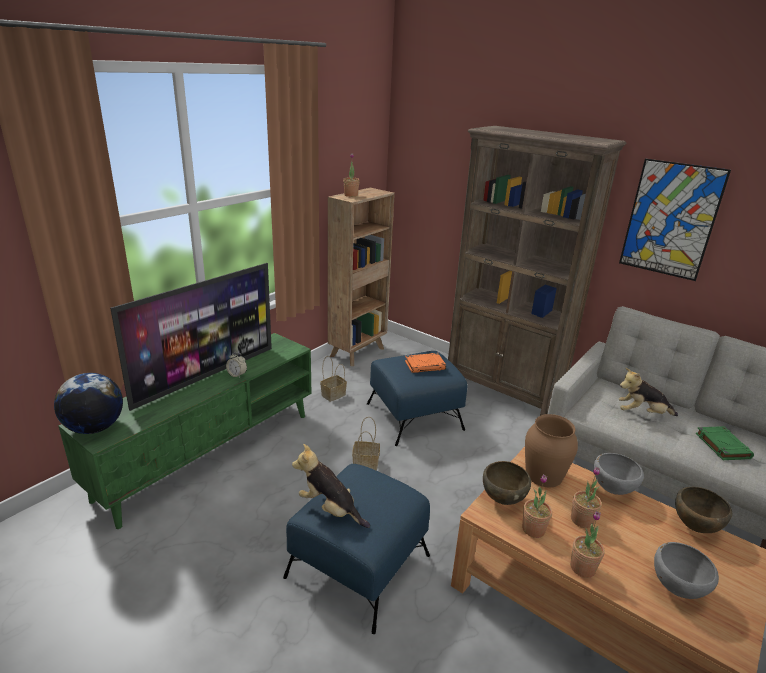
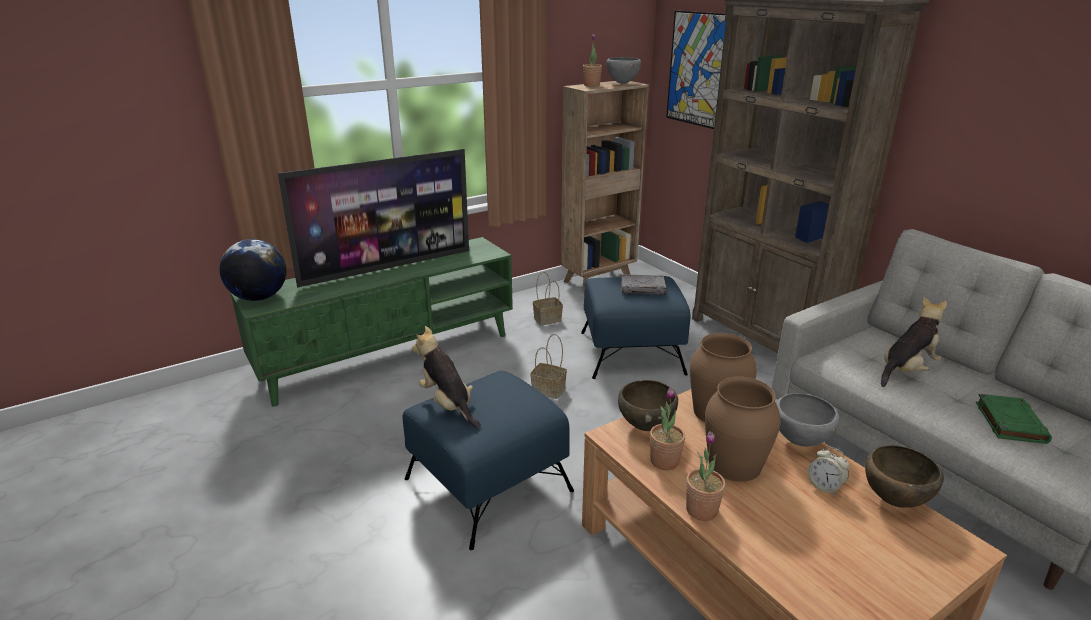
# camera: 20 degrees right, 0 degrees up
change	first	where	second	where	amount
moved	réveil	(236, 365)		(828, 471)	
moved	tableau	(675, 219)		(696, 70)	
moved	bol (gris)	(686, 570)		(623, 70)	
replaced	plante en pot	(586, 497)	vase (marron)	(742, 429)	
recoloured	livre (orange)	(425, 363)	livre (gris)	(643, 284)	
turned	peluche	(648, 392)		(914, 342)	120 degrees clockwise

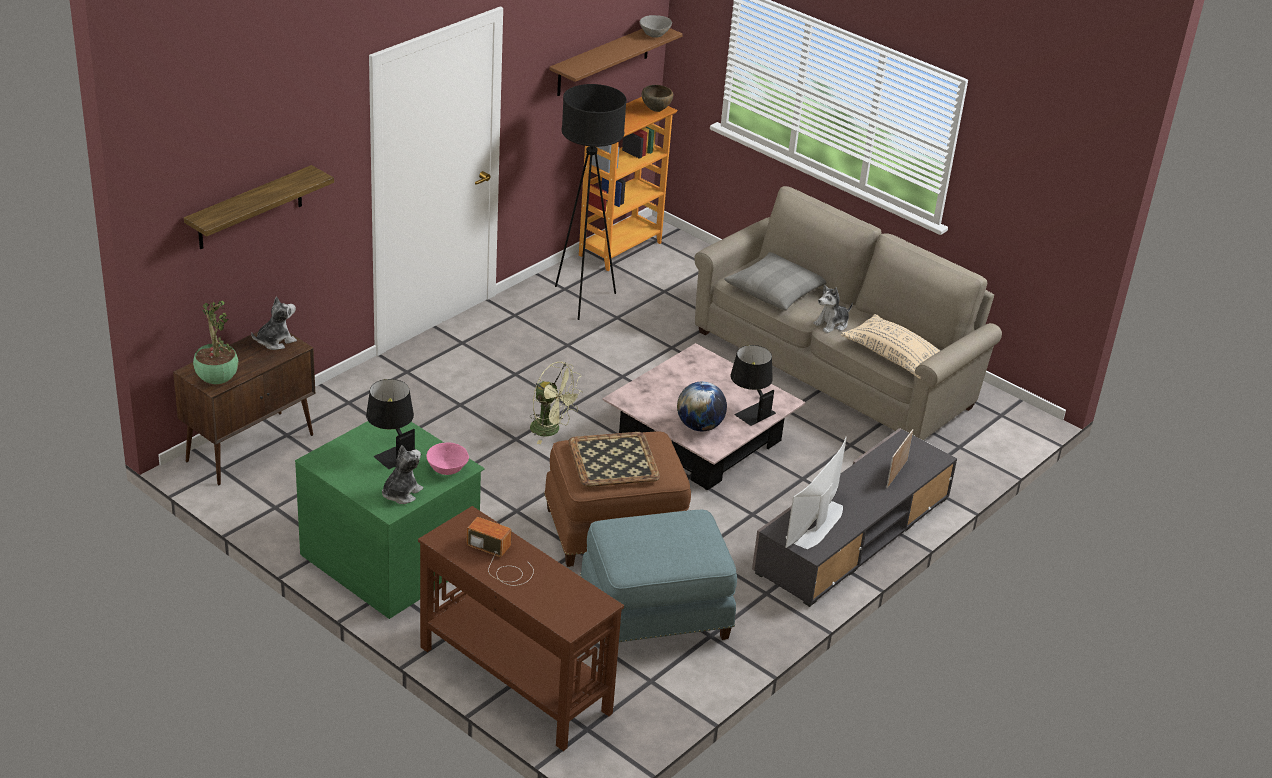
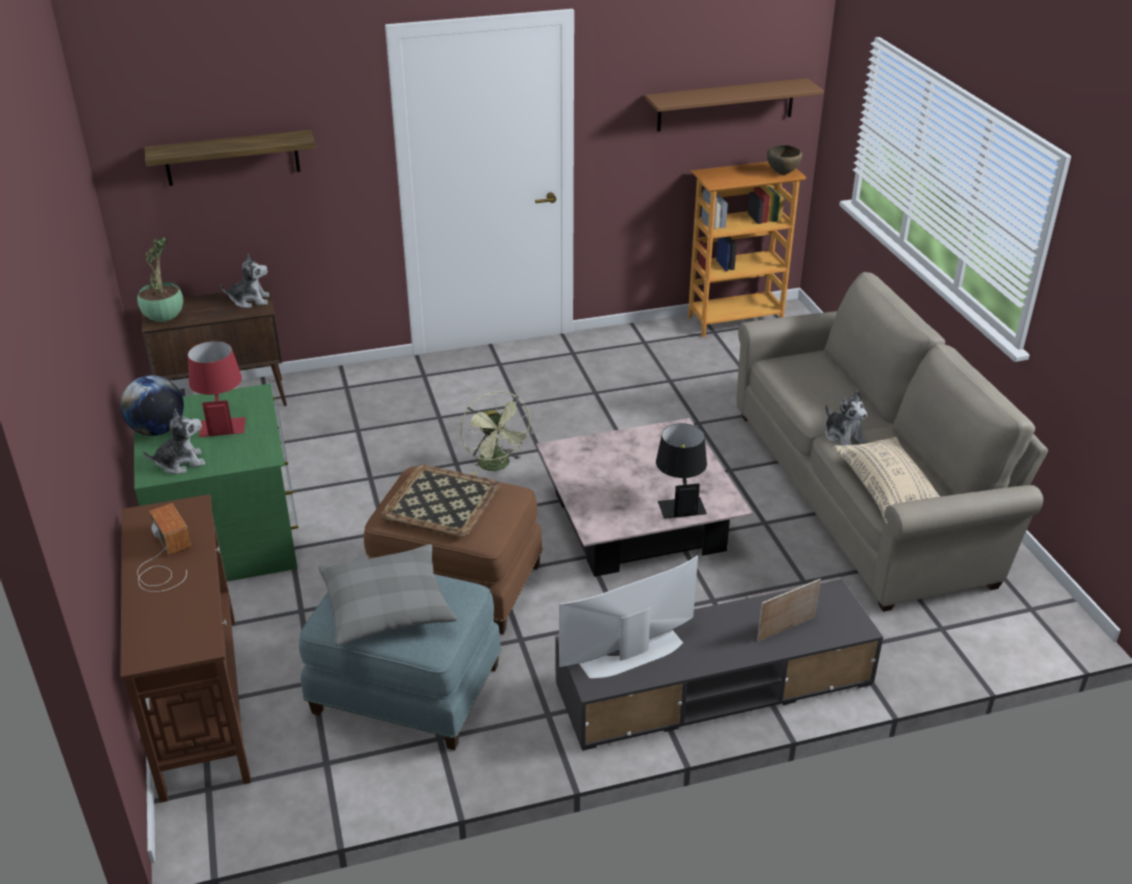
# camera: 35 degrees right, 0 degrees up
change	first	where	second	where	amount
removed	bol (rose)	(447, 458)			
removed	lampadaire (noir)	(591, 202)			
removed	bol (gris)	(656, 26)			
moved	globe	(702, 406)		(152, 405)	
moved	coussin (gris)	(775, 281)		(387, 595)	
recoloured	lampe de table (noir)	(394, 424)	lampe de table (rouge)	(217, 389)	
turned	peluche	(833, 309)		(846, 418)	120 degrees counterclockwise

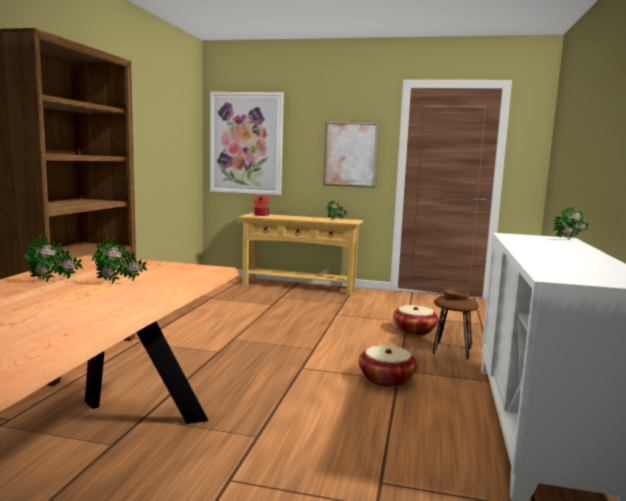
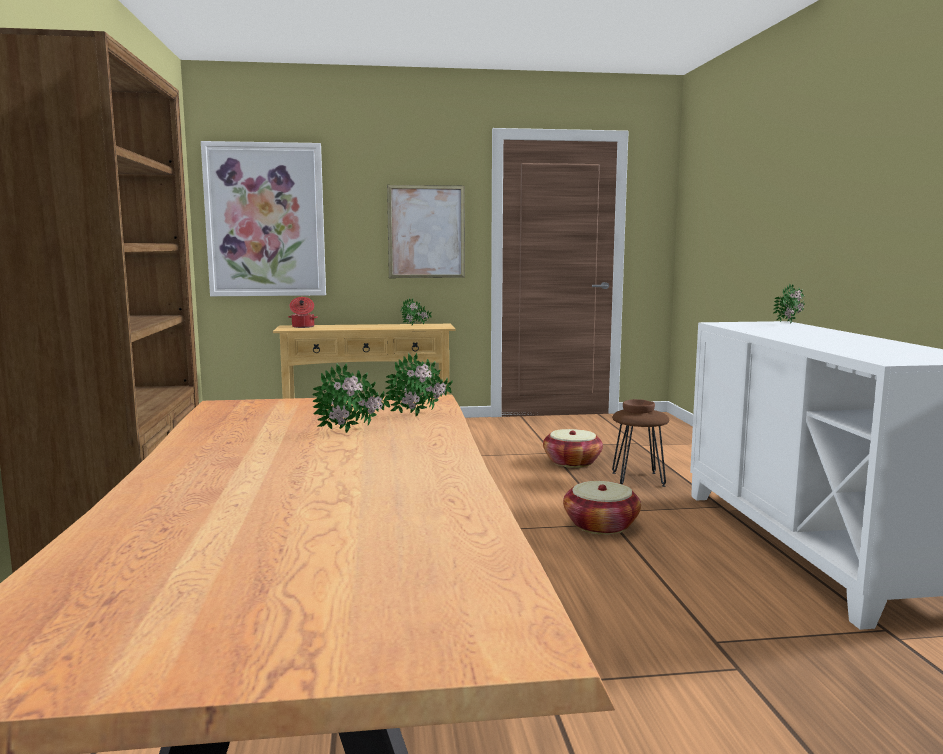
# camera: 20 degrees left, 0 degrees up
change	first	where	second	where	amount
moved	plante en pot	(53, 259)		(419, 384)	

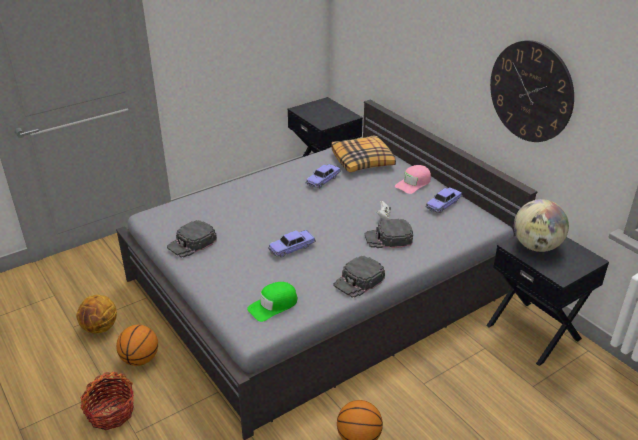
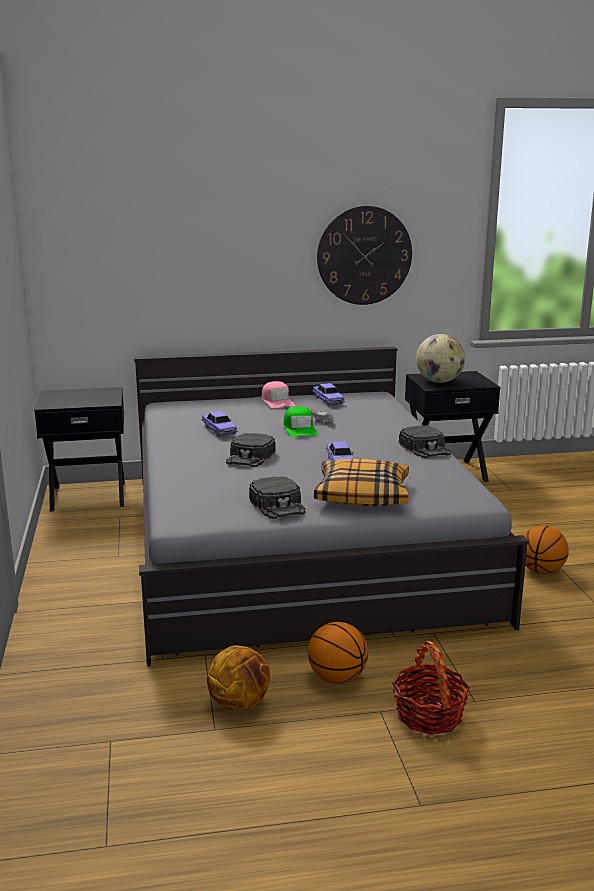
# camera: 65 degrees left, 15 degrees down
change	first	where	second	where	amount
moved	casquette (vert)	(272, 302)		(301, 421)	
moved	coussin	(363, 153)		(361, 482)	
moved	casquette (noir)	(388, 233)		(250, 450)	

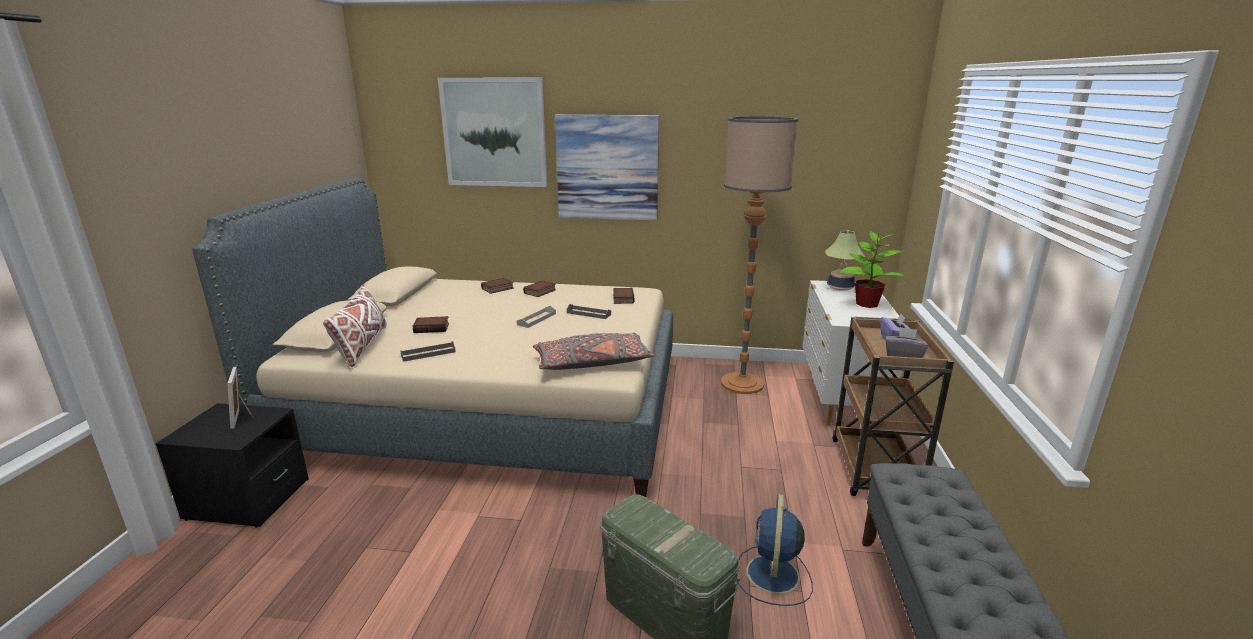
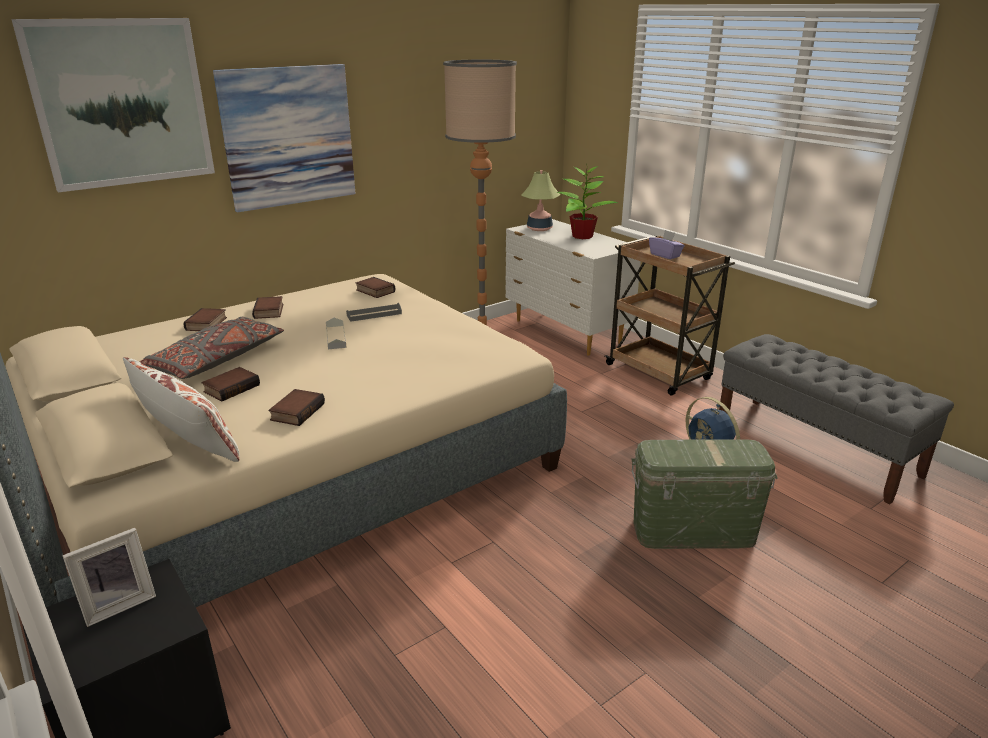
# camera: 45 degrees left, 5 degrees up
change	first	where	second	where	amount
removed	boîte à mouchoirs (gris)	(907, 342)			
moved	coussin (gris)	(593, 351)		(212, 348)	
replaced	plateau (gris)	(428, 351)	livre	(297, 407)	
turned	cadre photo	(240, 398)		(109, 577)	60 degrees counterclockwise

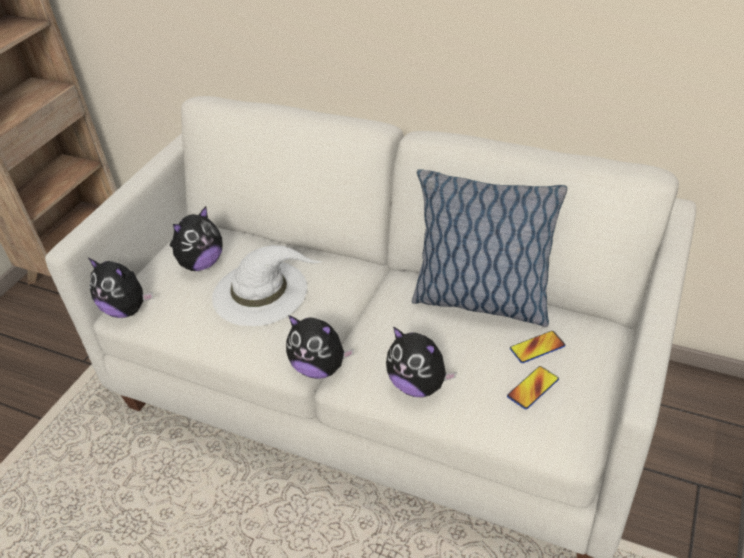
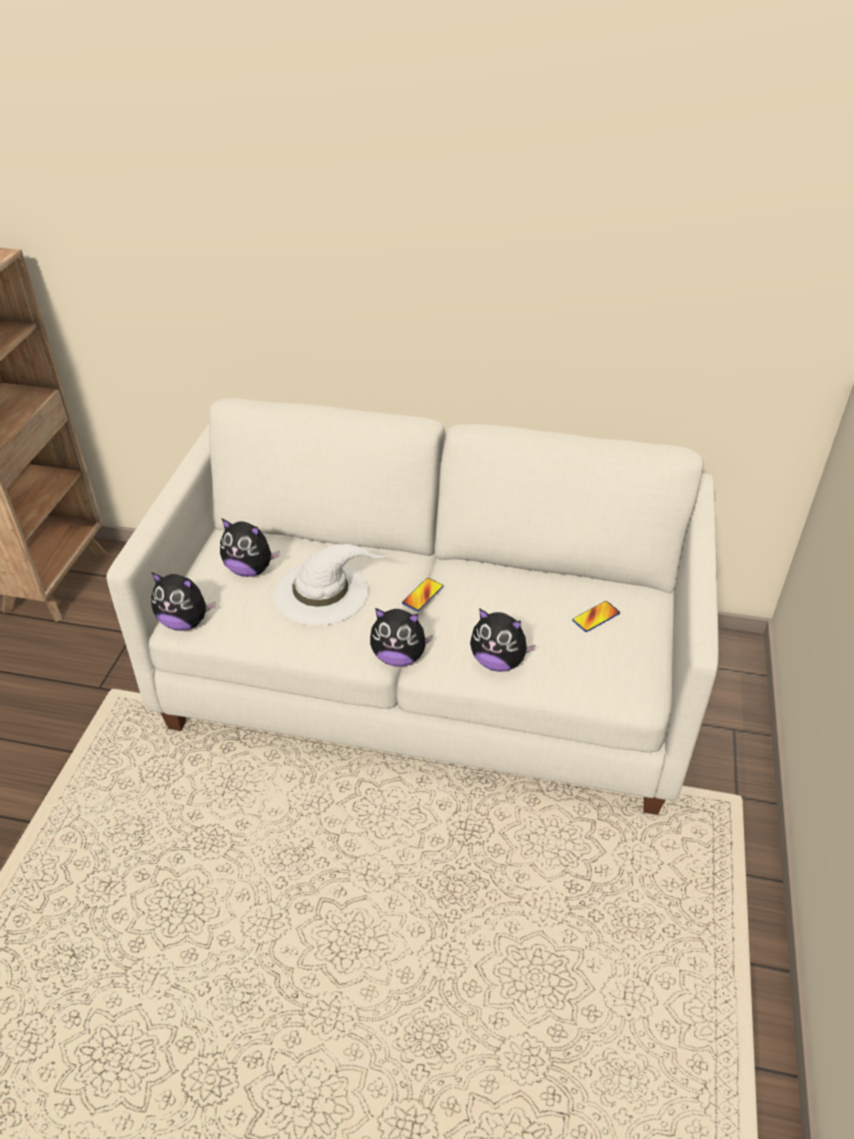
# camera: 15 degrees left, 0 degrees up
change	first	where	second	where	amount
removed	coussin	(489, 248)			
moved	téléphone	(533, 387)		(422, 594)	
turned	peluche	(196, 238)		(250, 548)	75 degrees clockwise

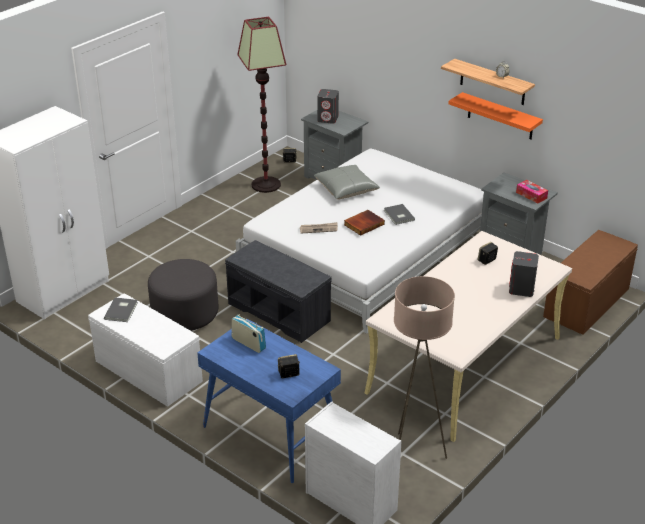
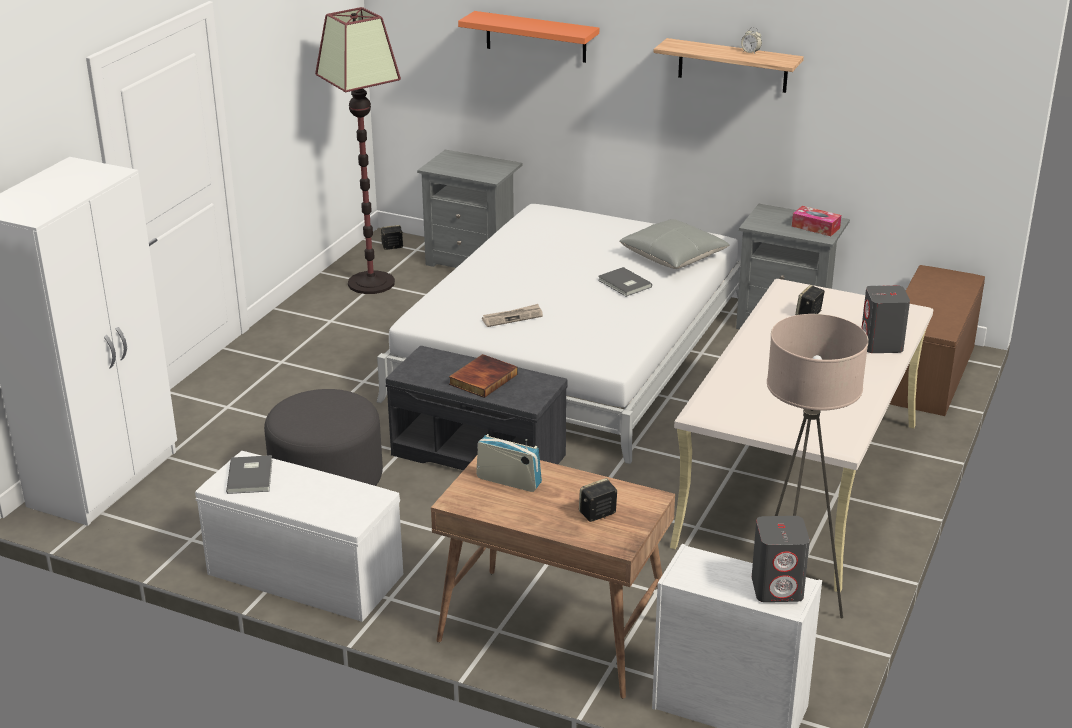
# camera: 15 degrees left, 5 degrees down
change	first	where	second	where	amount
moved	coussin (gris)	(347, 182)		(674, 244)	
moved	enceinte (gris)	(328, 106)		(781, 559)	
moved	livre	(364, 223)		(483, 376)	
moved	étagère (orange)	(495, 115)		(528, 37)	
recoloured	bureau (bleu)	(269, 400)	bureau (marron)	(553, 577)	

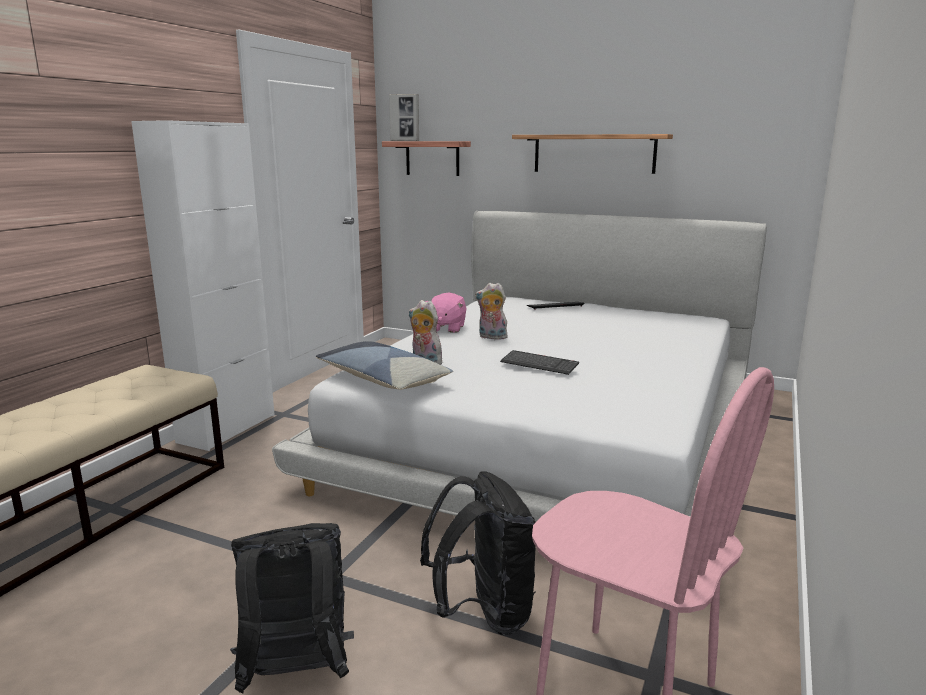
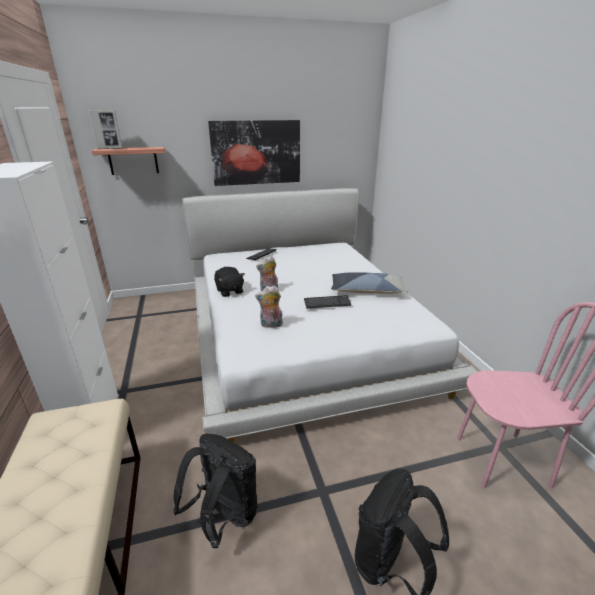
# camera: 40 degrees left, 10 degrees up
change	first	where	second	where	amount
moved	coussin	(384, 365)		(369, 283)	
moved	sac à dos (noir)	(478, 553)		(215, 491)	
replaced	étagère	(592, 154)	tableau	(254, 153)	
recoloured	peluche (rose)	(445, 312)	peluche (noir)	(229, 282)	

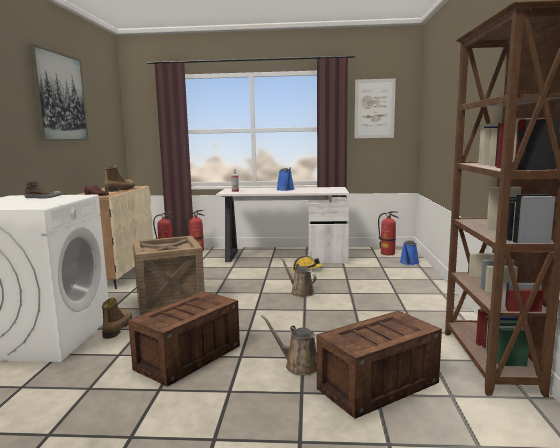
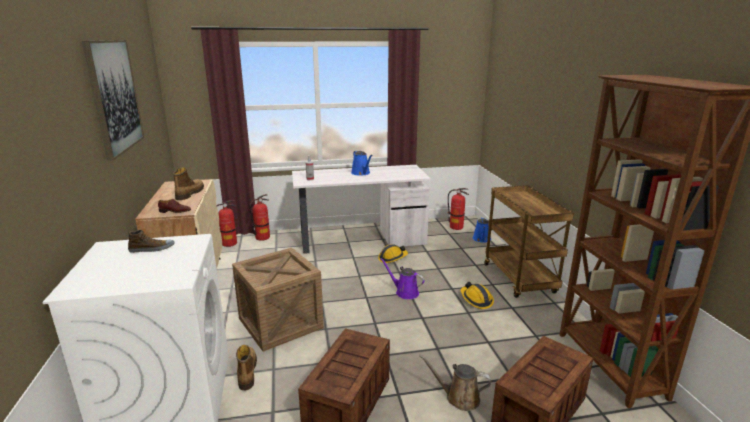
# camera: 15 degrees left, 10 degrees up
change	first	where	second	where	amount
removed	tableau	(375, 108)			
added			casque de chantier	(477, 295)	
added			chariot (marron)	(529, 241)	
recoloured	arrosoir (marron)	(298, 277)	arrosoir (violet)	(402, 278)	

